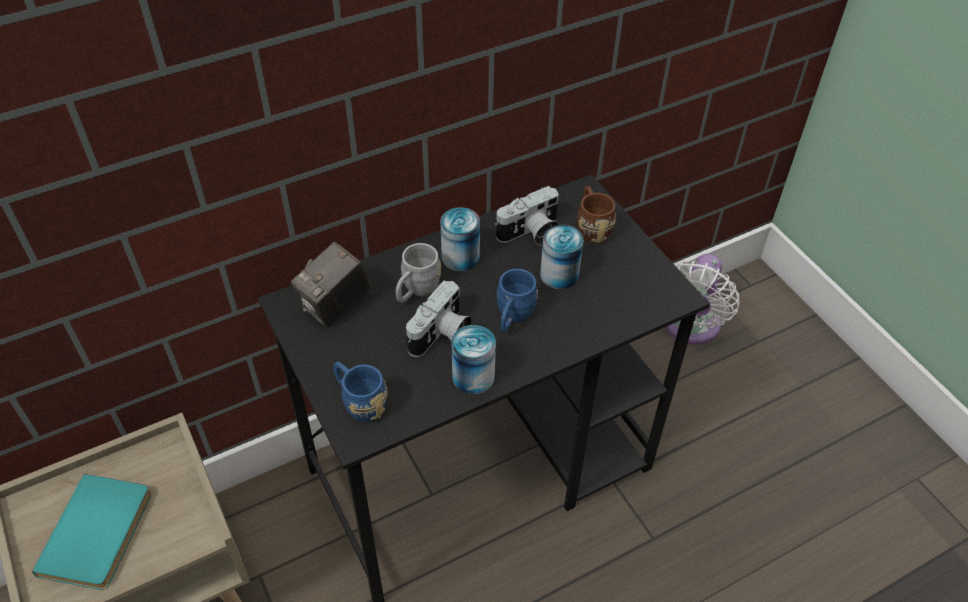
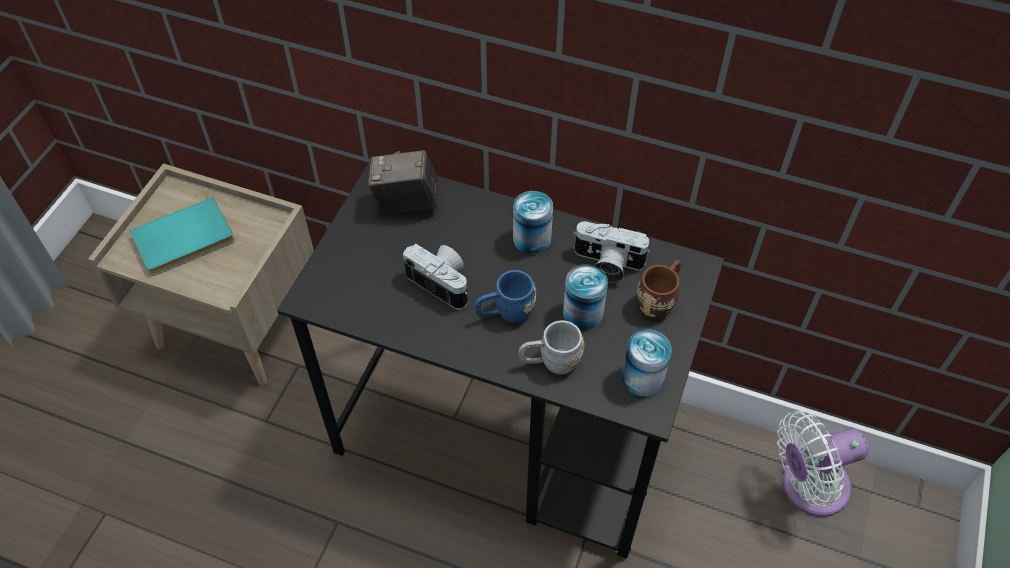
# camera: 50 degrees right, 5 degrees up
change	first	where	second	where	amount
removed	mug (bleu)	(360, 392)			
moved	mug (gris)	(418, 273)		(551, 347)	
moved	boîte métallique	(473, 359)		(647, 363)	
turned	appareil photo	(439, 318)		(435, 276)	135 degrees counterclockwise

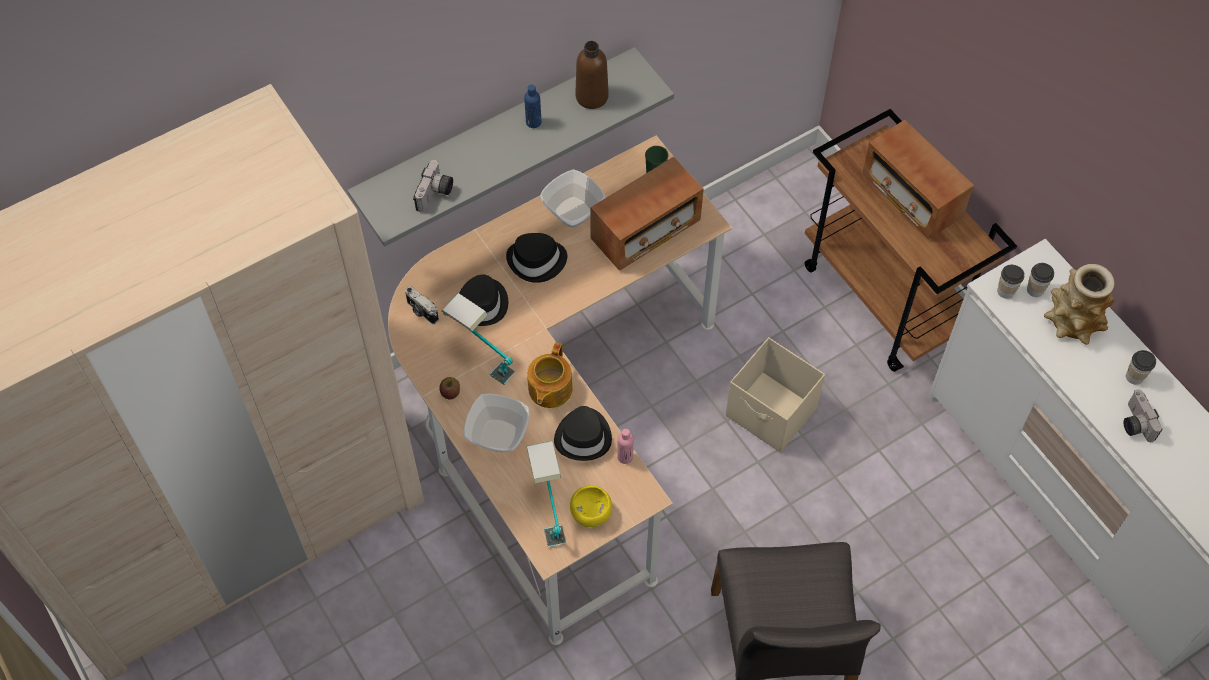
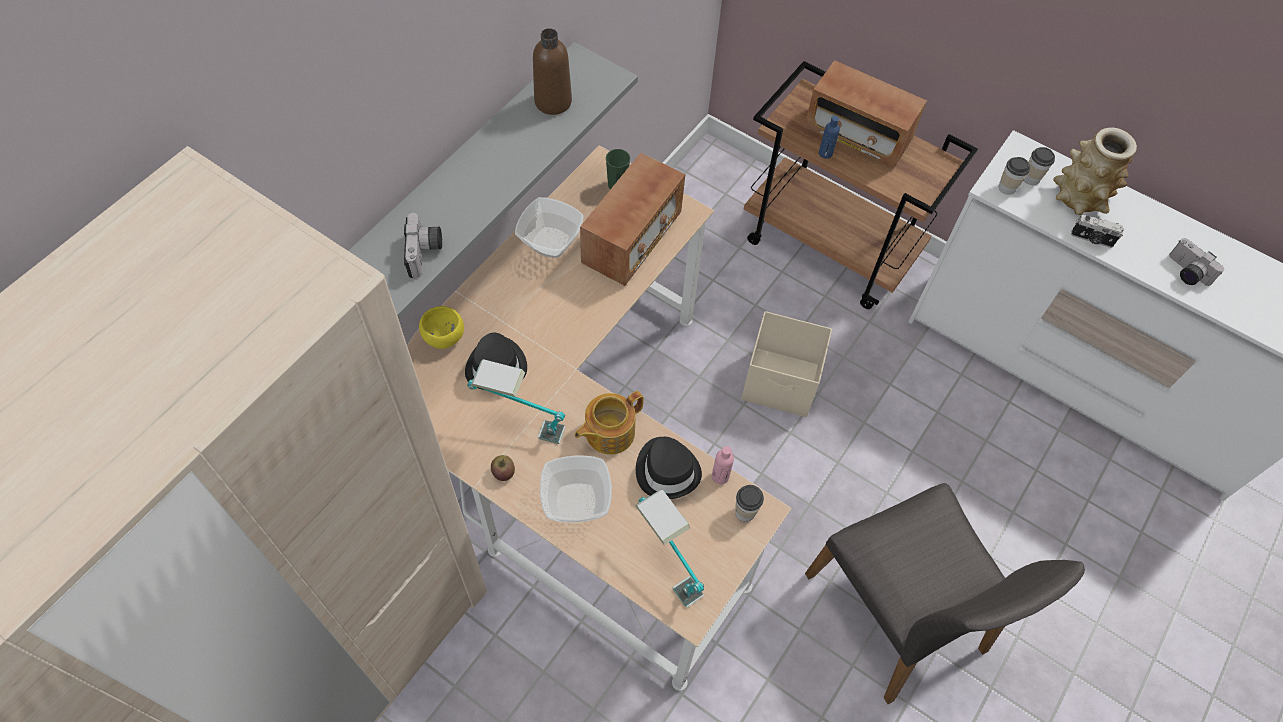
# camera: 25 degrees left, 0 degrees up
change	first	where	second	where	amount
removed	chapeau (noir)	(536, 258)			
moved	appareil photo	(422, 305)		(1098, 231)	
moved	bouteille (bleu)	(532, 106)		(829, 137)	
moved	bol (jaune)	(591, 506)		(441, 327)	
moved	tasse	(1141, 367)		(749, 503)	
turned	théière	(550, 375)		(609, 423)	60 degrees clockwise

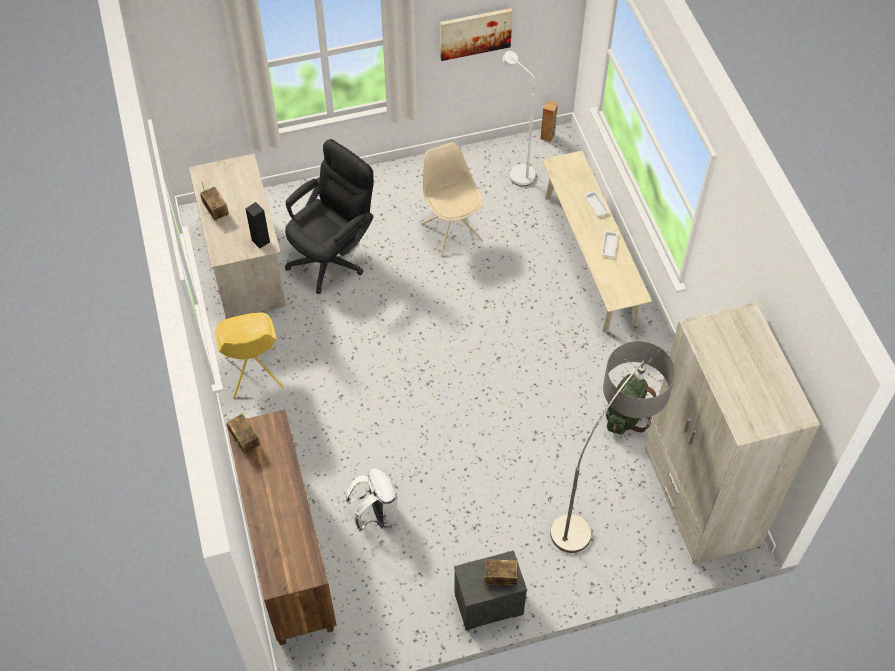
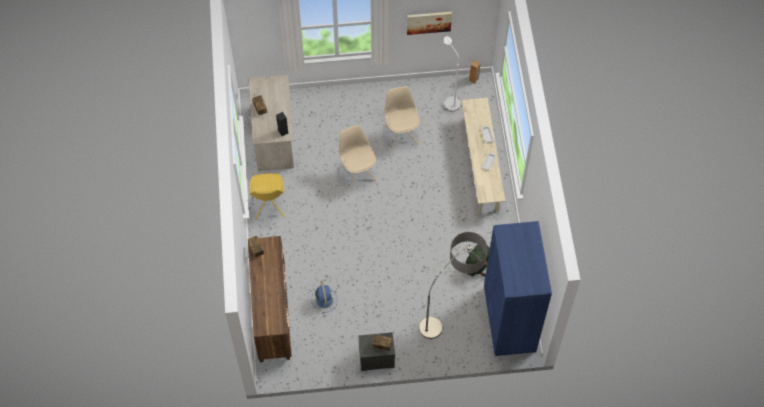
# camera: 10 degrees right, 5 degrees up
change	first	where	second	where	amount
removed	chaise de bureau (noir)	(329, 216)			
added			chaise (beige)	(358, 158)	
replaced	sac à dos (blanc)	(371, 500)	ventilateur (bleu)	(324, 297)	
recoloured	armoire (beige)	(732, 433)	armoire (bleu)	(518, 288)	

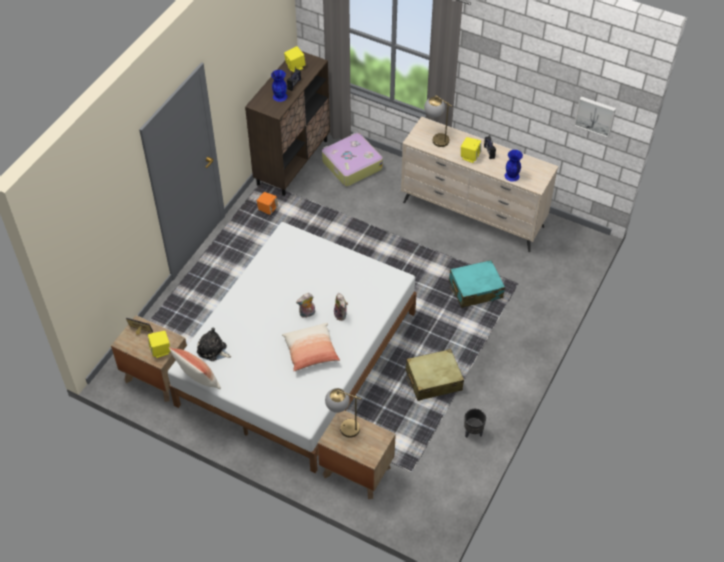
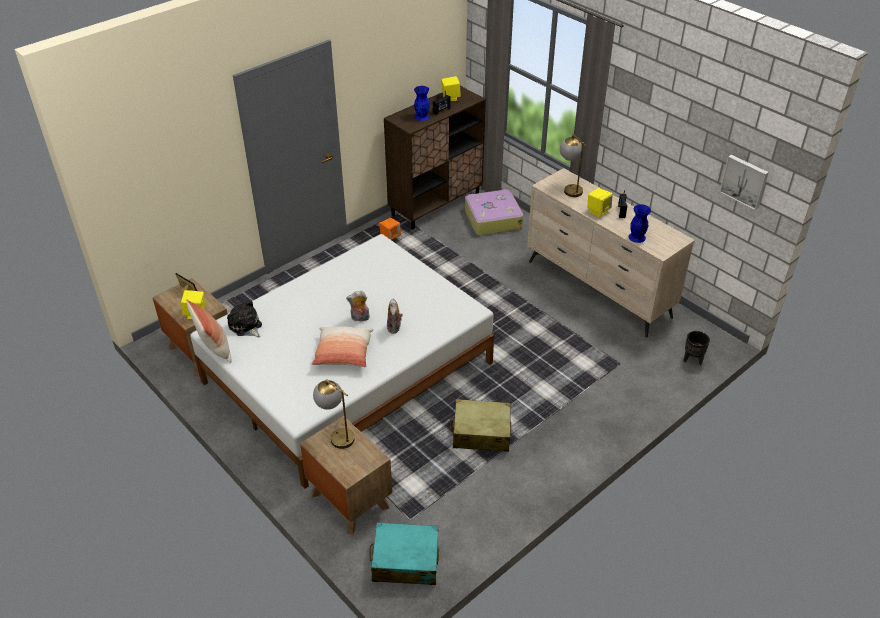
# camera: 20 degrees right, 10 degrees down
change	first	where	second	where	amount
moved	valise (turquoise)	(477, 284)		(404, 553)	
moved	cache-pot (noir)	(475, 423)		(697, 348)	

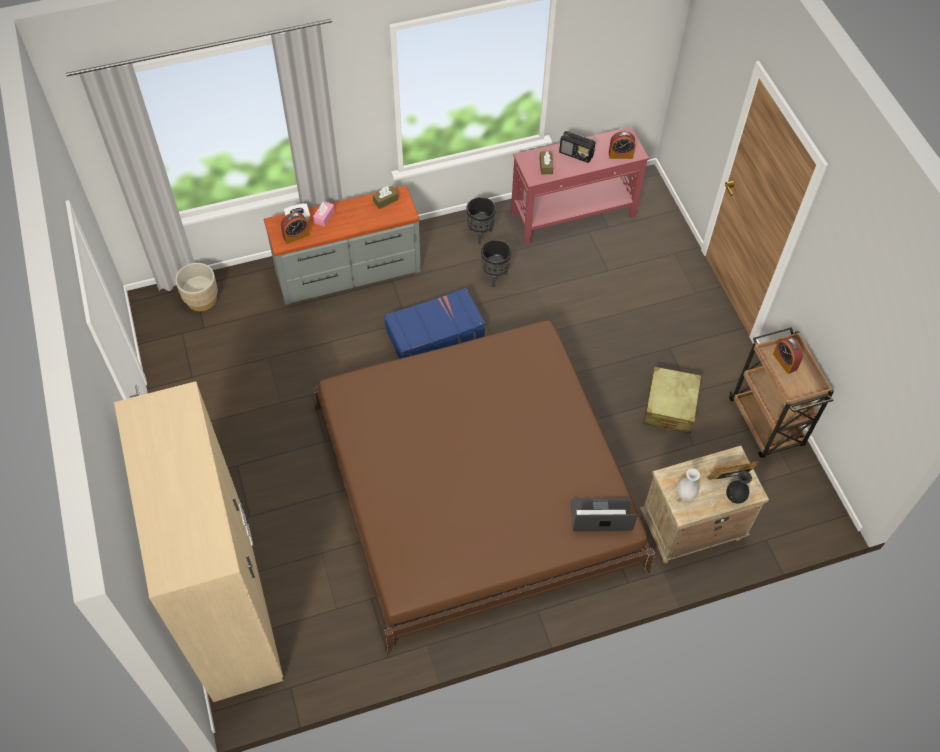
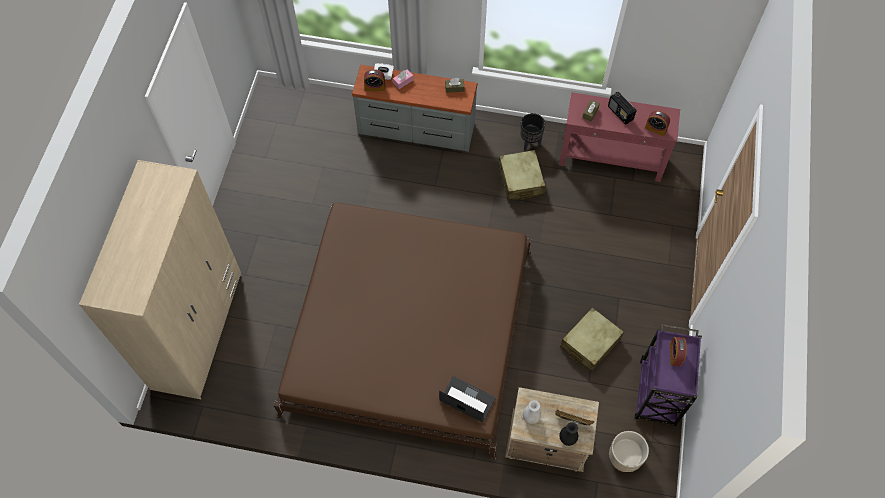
# camera: 30 degrees right, 5 degrees up
change	first	where	second	where	amount
removed	valise (bleu)	(434, 323)			
moved	cache-pot (beige)	(196, 287)		(629, 451)	
replaced	cache-pot (noir)	(496, 263)	valise (beige)	(522, 175)	
recoloured	chariot (marron)	(781, 392)	chariot (violet)	(668, 375)	

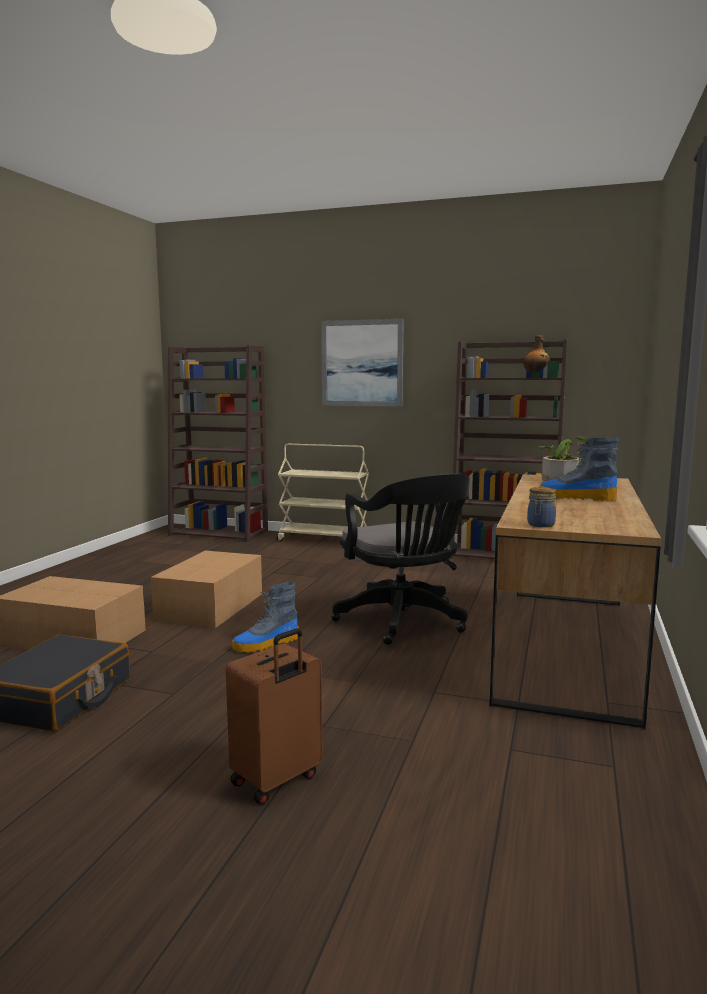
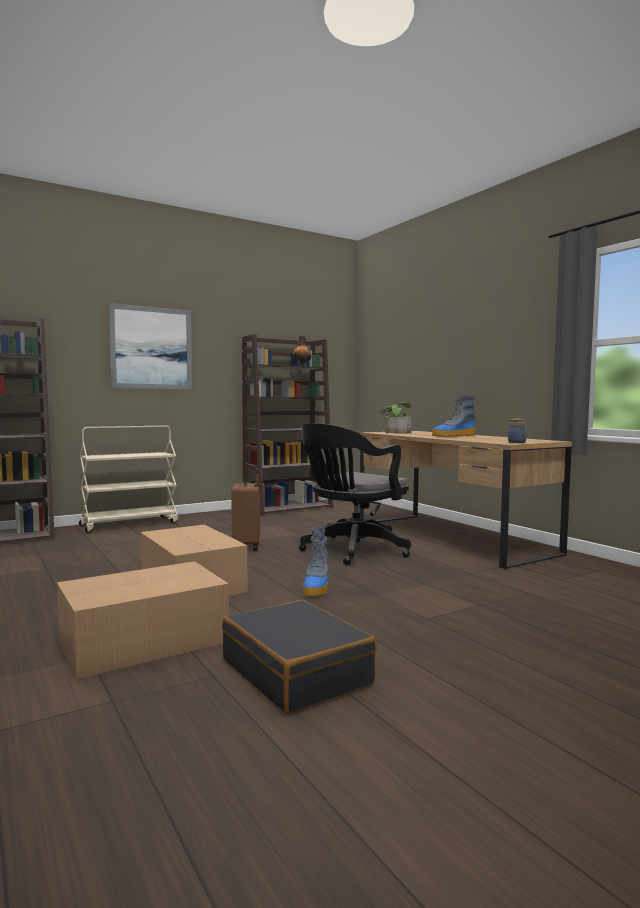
# camera: 50 degrees left, 5 degrees down
change	first	where	second	where	amount
moved	valise (marron)	(274, 716)		(245, 509)	
turned	chaise de bureau (noir)	(400, 559)		(355, 494)	120 degrees clockwise

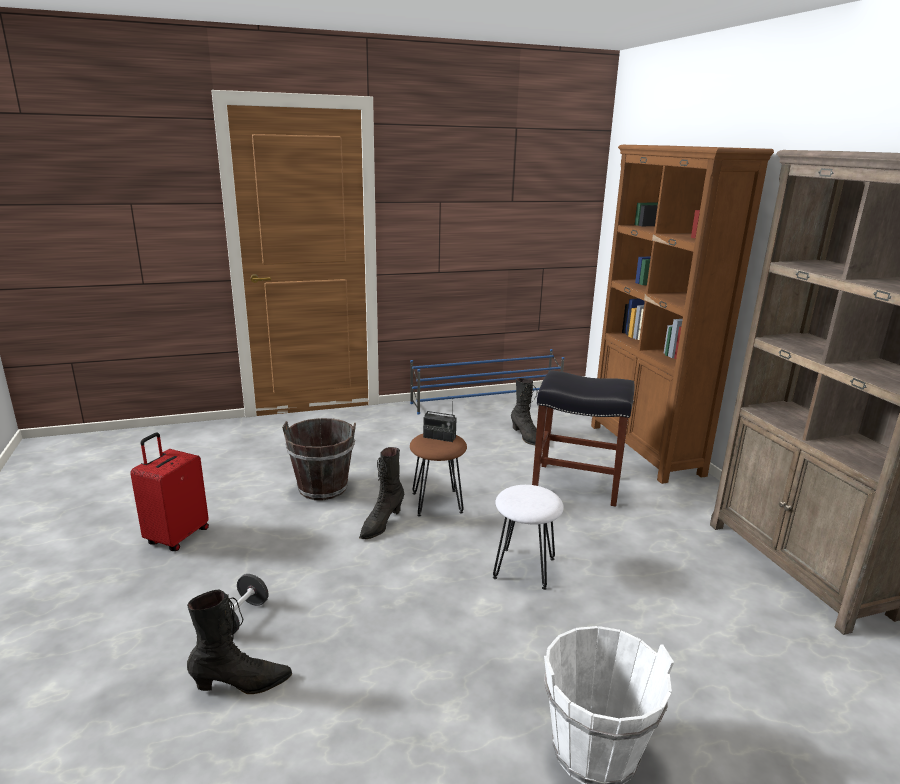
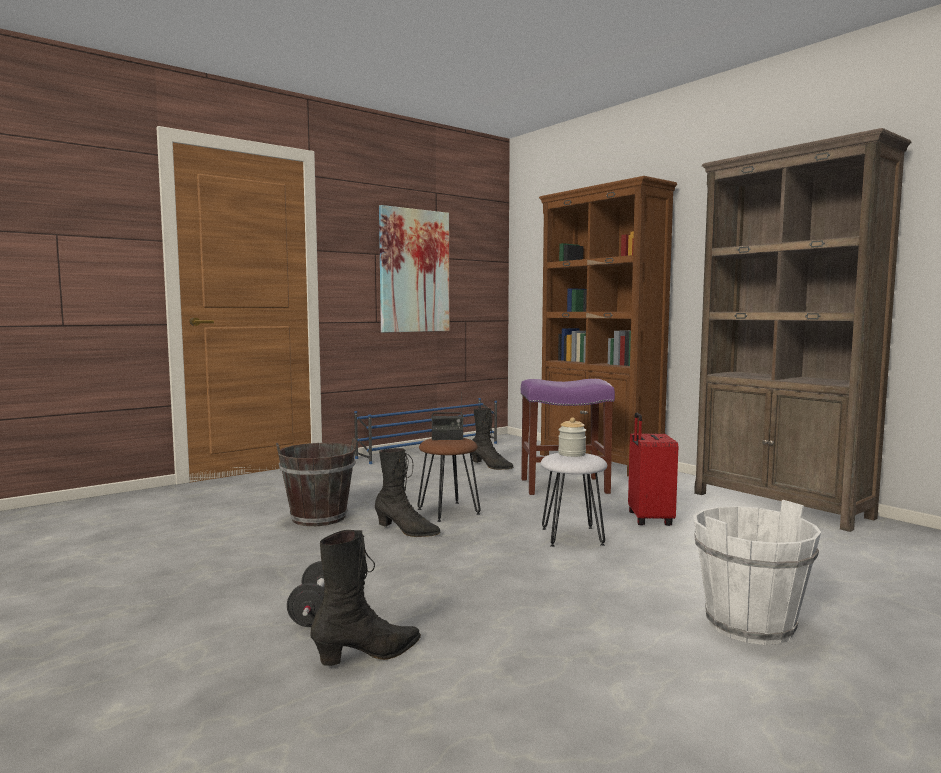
# camera: 20 degrees left, 15 degrees down
change	first	where	second	where	amount
added			tableau	(414, 269)	
added			bocal	(572, 437)	
moved	valise (rouge)	(169, 492)		(653, 469)	
recoloured	tabouret (noir)	(583, 439)	tabouret (violet)	(568, 437)	
turned	botte (noir)	(381, 493)		(407, 492)	75 degrees counterclockwise

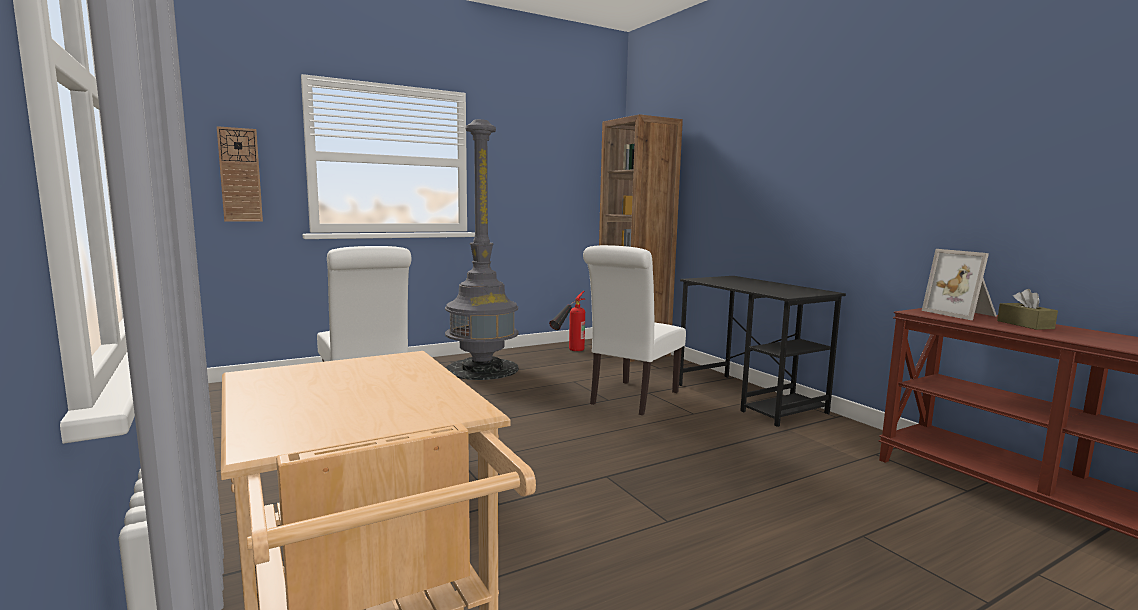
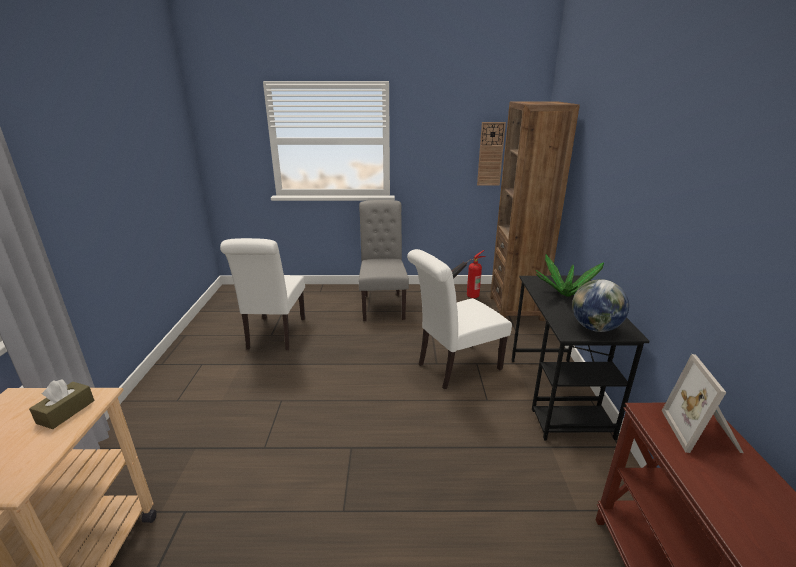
# camera: 30 degrees right, 15 degrees up
change	first	where	second	where	amount
added			plante en pot	(570, 276)	
added			globe	(600, 305)	
moved	horloge murale	(240, 174)		(491, 153)	
moved	boîte à mouchoirs (marron)	(1027, 309)		(61, 404)	
replaced	lampadaire (gris)	(482, 249)	chaise (gris)	(384, 260)	

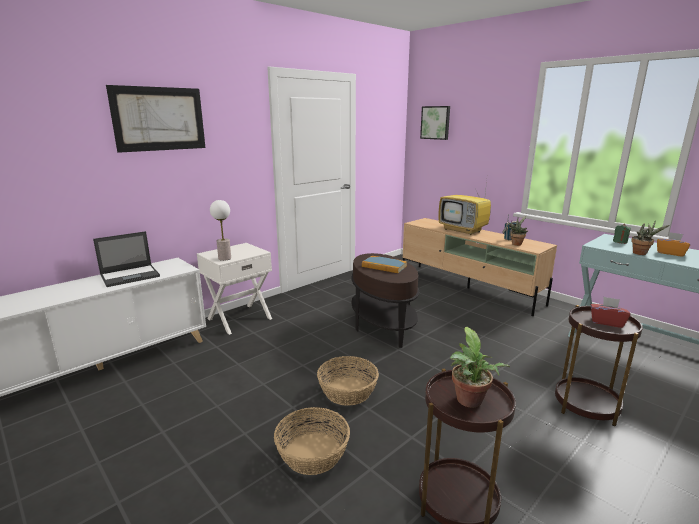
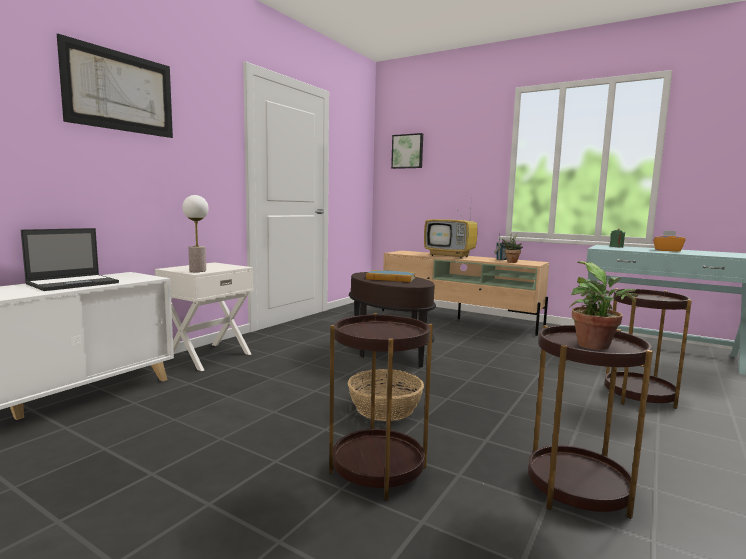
# camera: 15 degrees left, 10 degrees down
change	first	where	second	where	amount
removed	boîte à mouchoirs (rouge)	(611, 312)			
removed	plante en pot	(650, 237)			
replaced	panier	(312, 441)	table d'appoint (marron)	(381, 406)	

